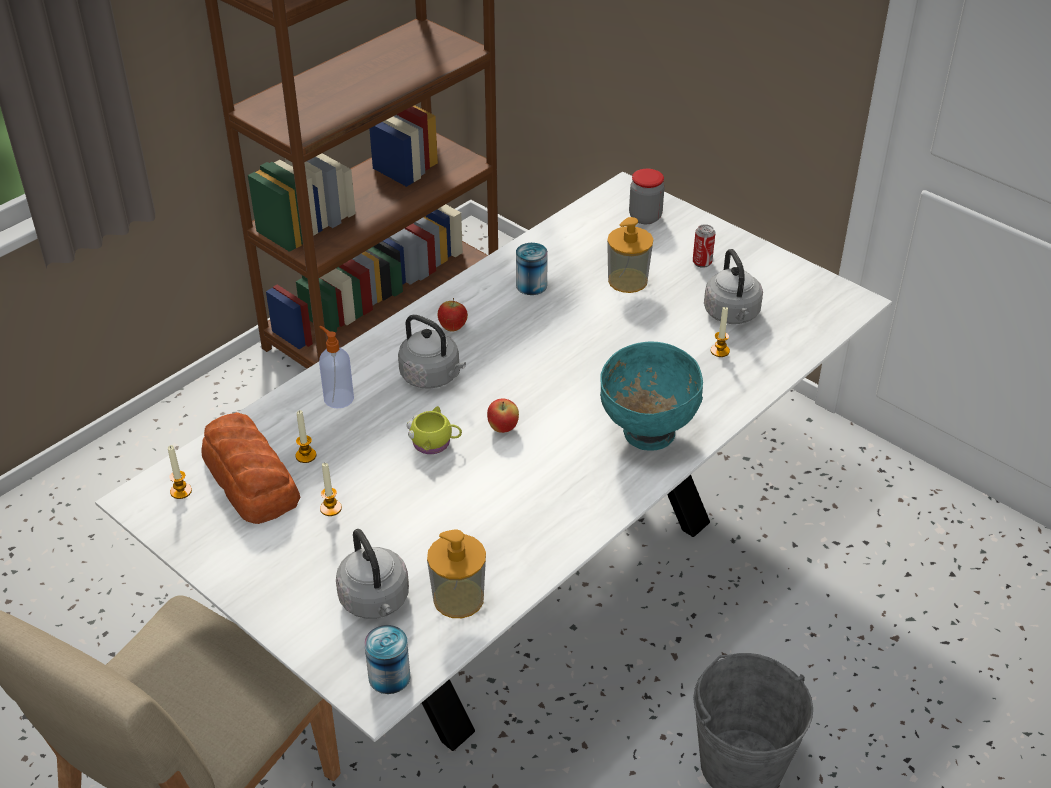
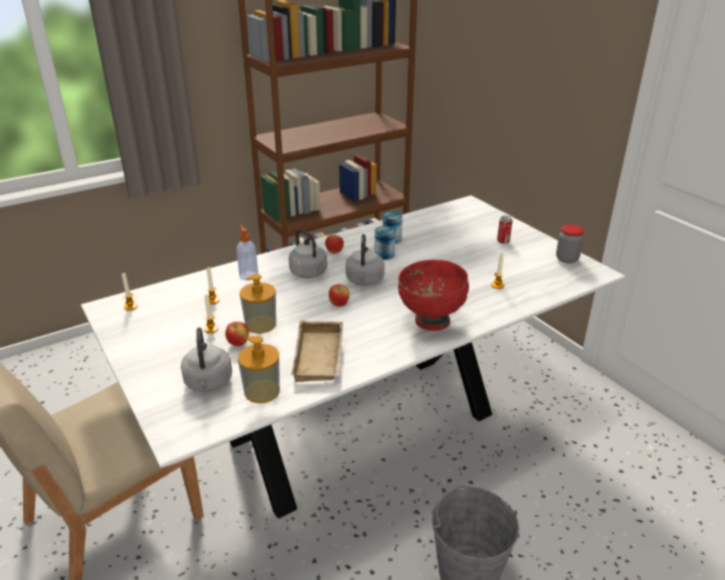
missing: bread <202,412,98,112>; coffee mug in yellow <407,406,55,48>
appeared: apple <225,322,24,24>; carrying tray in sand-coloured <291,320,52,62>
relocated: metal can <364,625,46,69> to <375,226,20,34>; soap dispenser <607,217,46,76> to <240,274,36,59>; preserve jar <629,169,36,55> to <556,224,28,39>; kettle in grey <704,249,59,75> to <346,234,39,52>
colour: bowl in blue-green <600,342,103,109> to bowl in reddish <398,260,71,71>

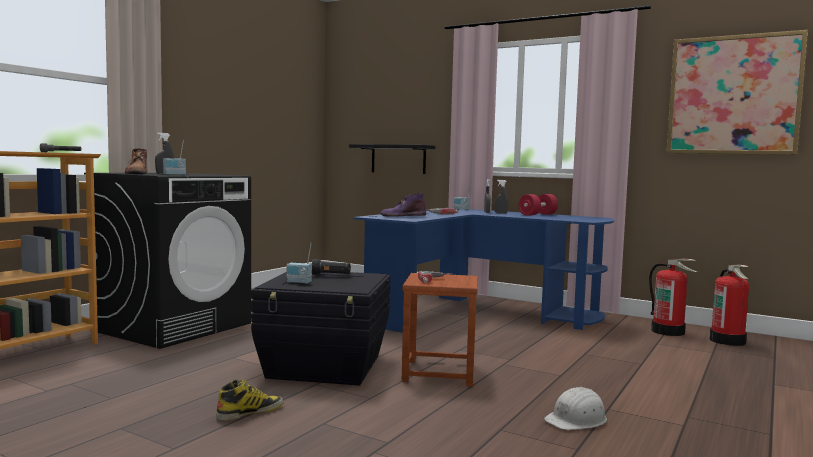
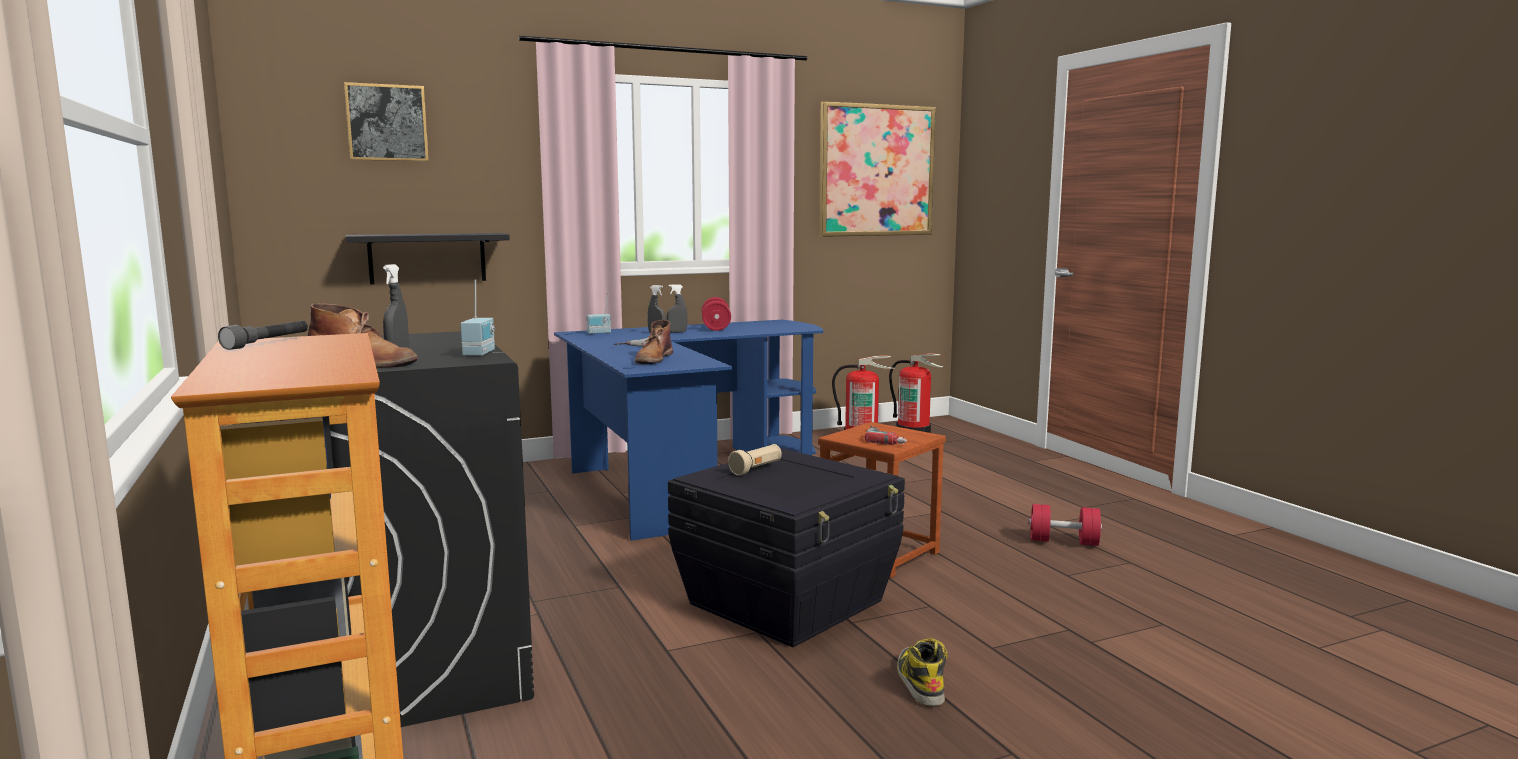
missing: radio receiver <287,243,25,41>
appeared: picture <344,82,85,79>
exchanged: safety helmet in whitish <544,386,63,44> to dumbbell in reddish <1029,504,73,42>
colour: torch in black <312,259,39,16> to torch in sand-coloured <728,444,54,31>; boot in purple <380,193,46,24> to boot in brown-coloured <635,320,38,44>

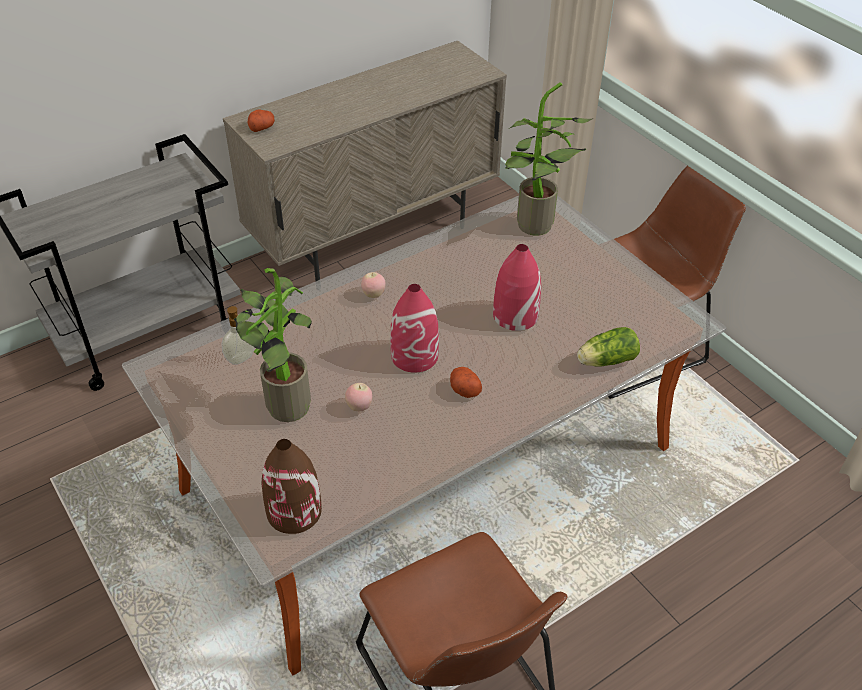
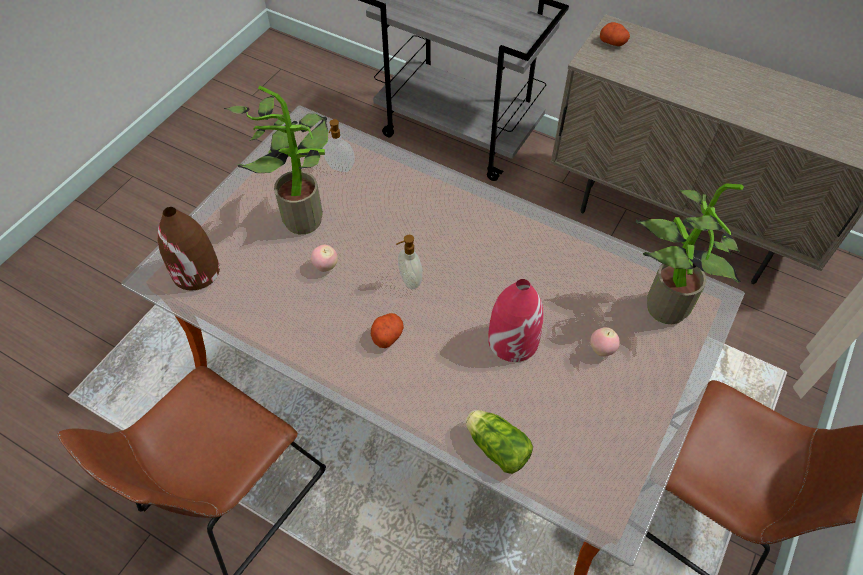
relocated: apple <361,272,25,26> to <590,327,30,29>
exchanged: flower vase in reddish <390,284,49,89> to soap dispenser <396,235,26,54>

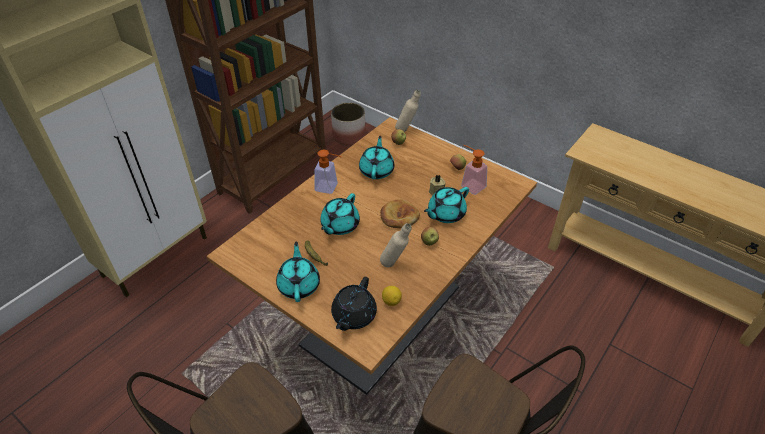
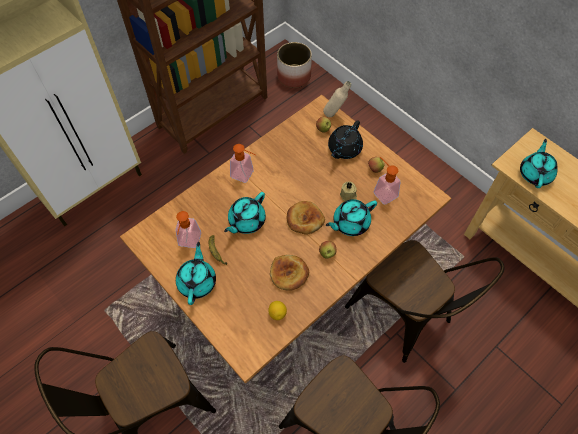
appeared: soap dispenser <175,211,26,37>; plain chair in brown-coloured <345,240,160,123>
relocated: pot for tea in black <331,277,46,54> to <328,120,35,39>; pot for tea in blue-green <359,136,35,43> to <520,139,38,49>
exchanged: bottle in sand-coloured <380,223,32,44> to bread <270,255,39,36>

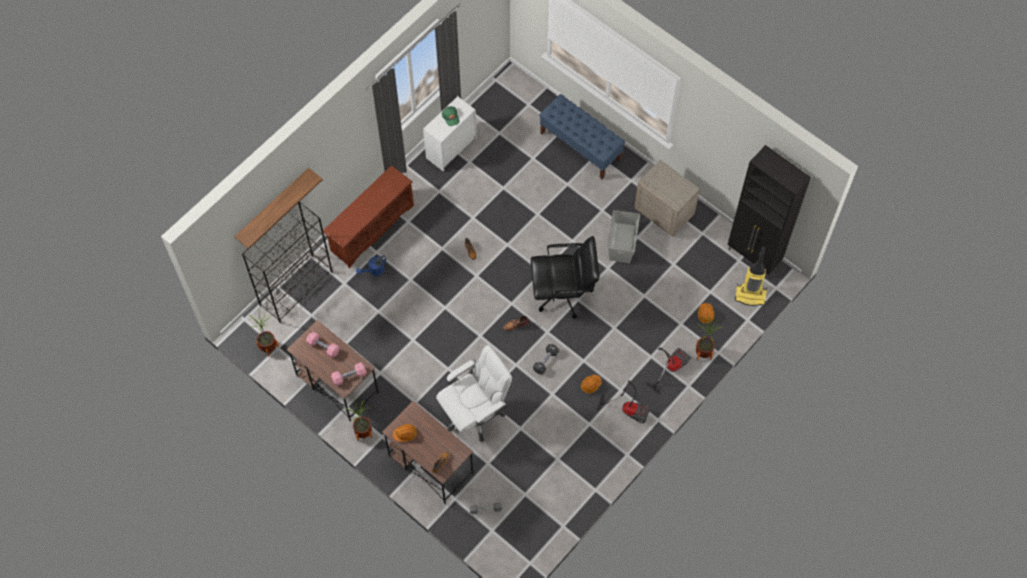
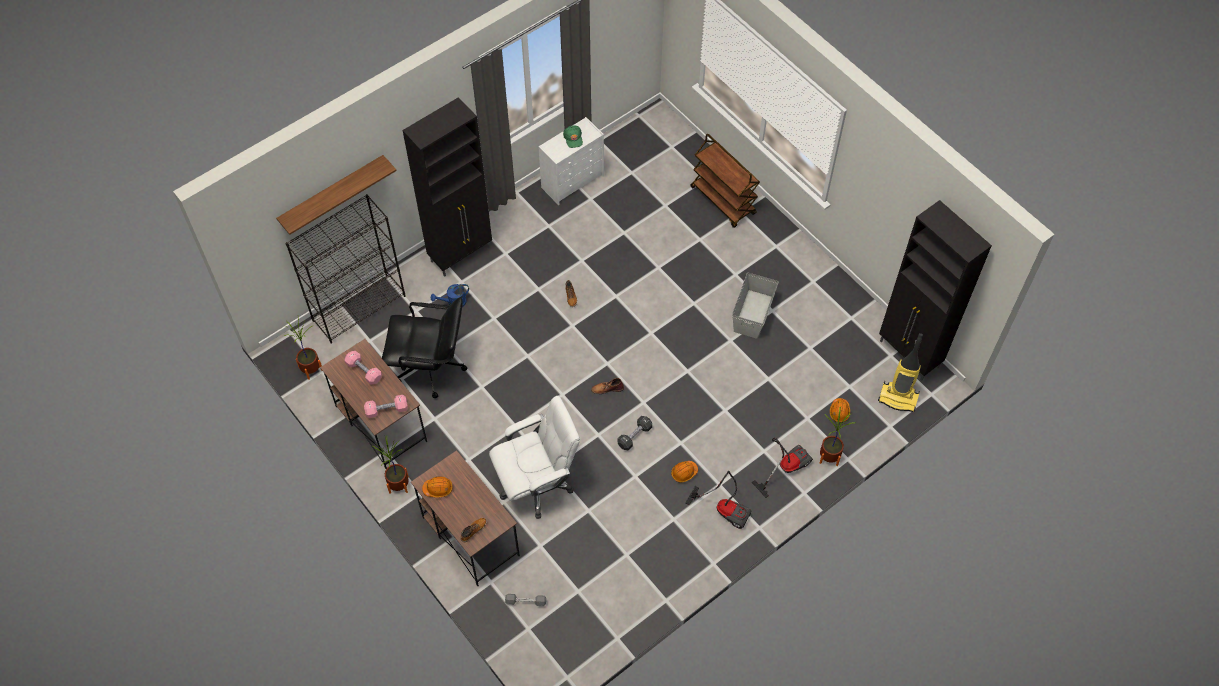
missing: bedside table in sand-coloured <634,160,66,77>
relocated: computer chair in black <531,236,68,83> to <382,297,85,101>
exchanged: shoe stand in brown-coloured <323,166,91,102> to cabinet in black <403,97,89,180>; long seat in bluish <539,94,86,85> to cart in brown-coloured <690,134,70,94>

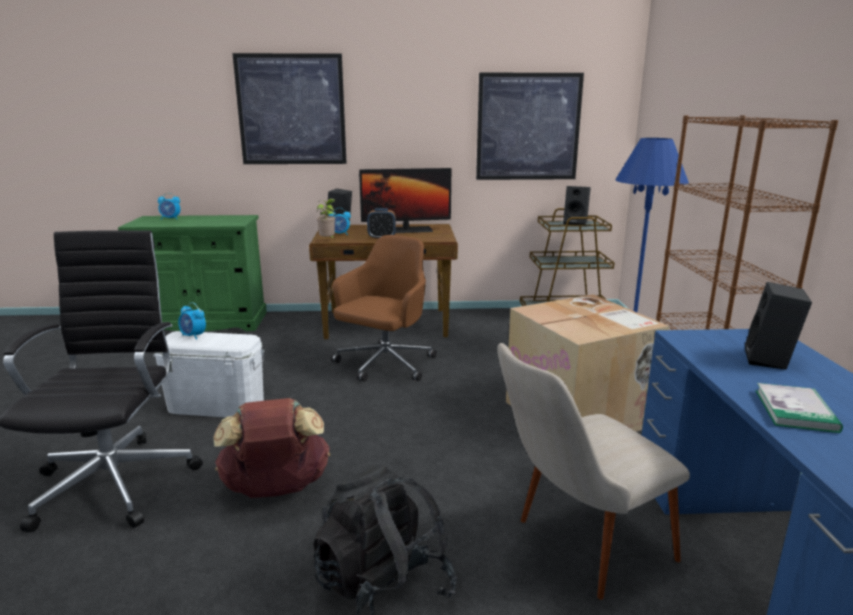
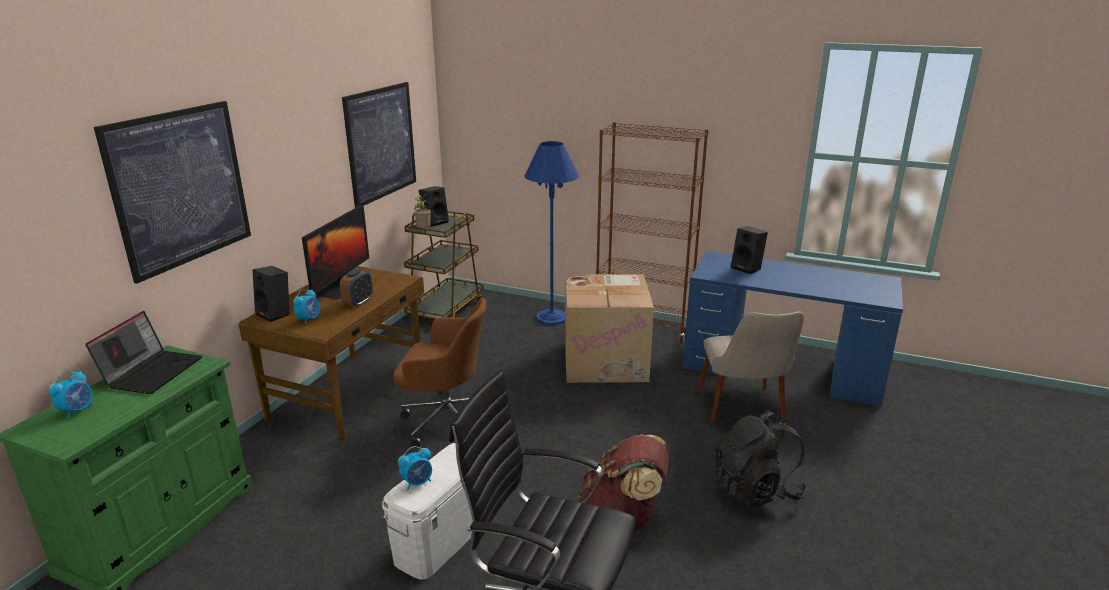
missing: bound book <756,383,87,50>
appeared: portable computer <85,311,117,83>
relocated: potted plant <317,199,19,39> to <414,194,17,34>
spun: computer chair in brown-coloured <331,235,106,147> = <393,298,94,150> 135 degrees clockwise

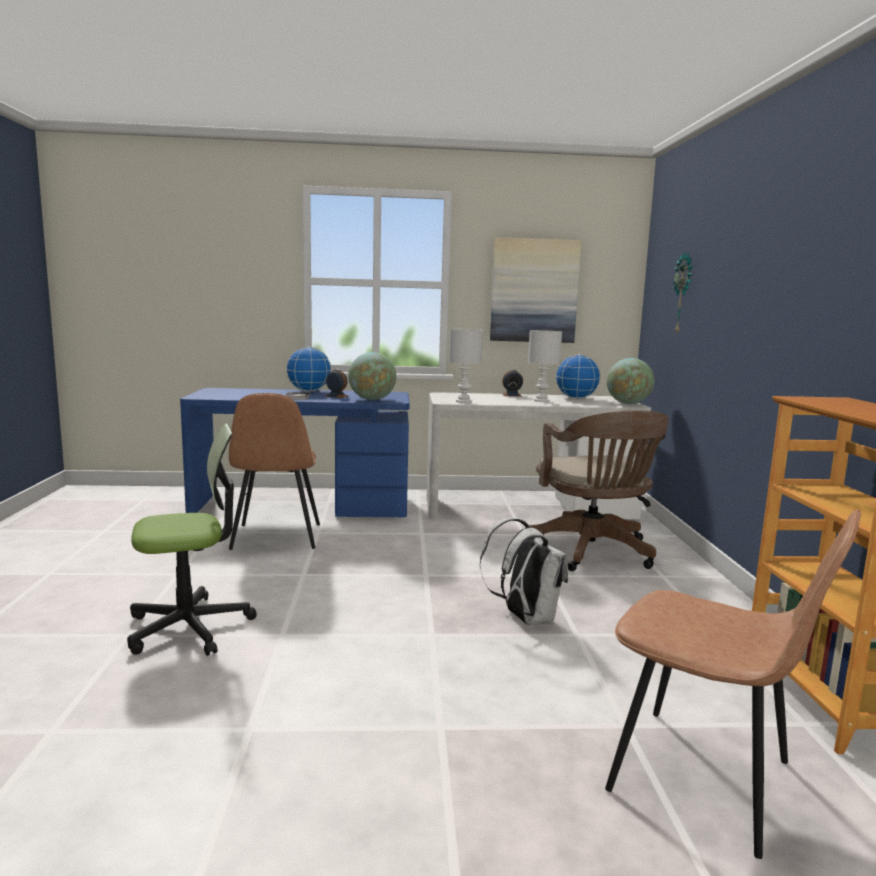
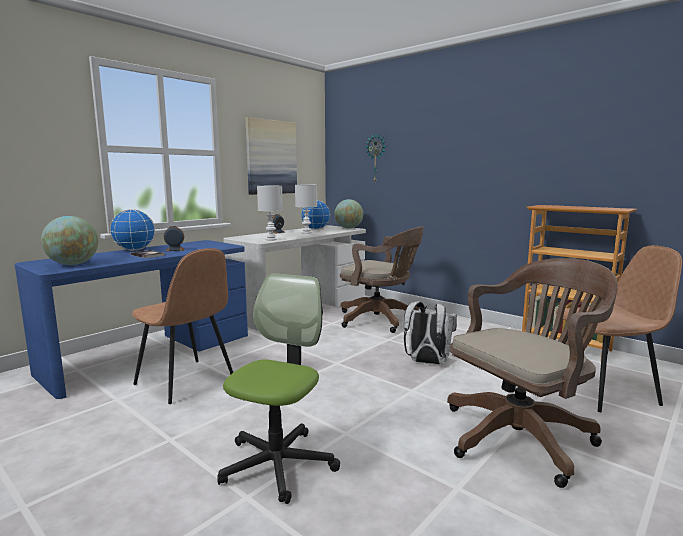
appeared: computer chair in brown-coloured <447,258,171,230>
relocated: world globe <348,352,48,48> to <41,216,57,49>

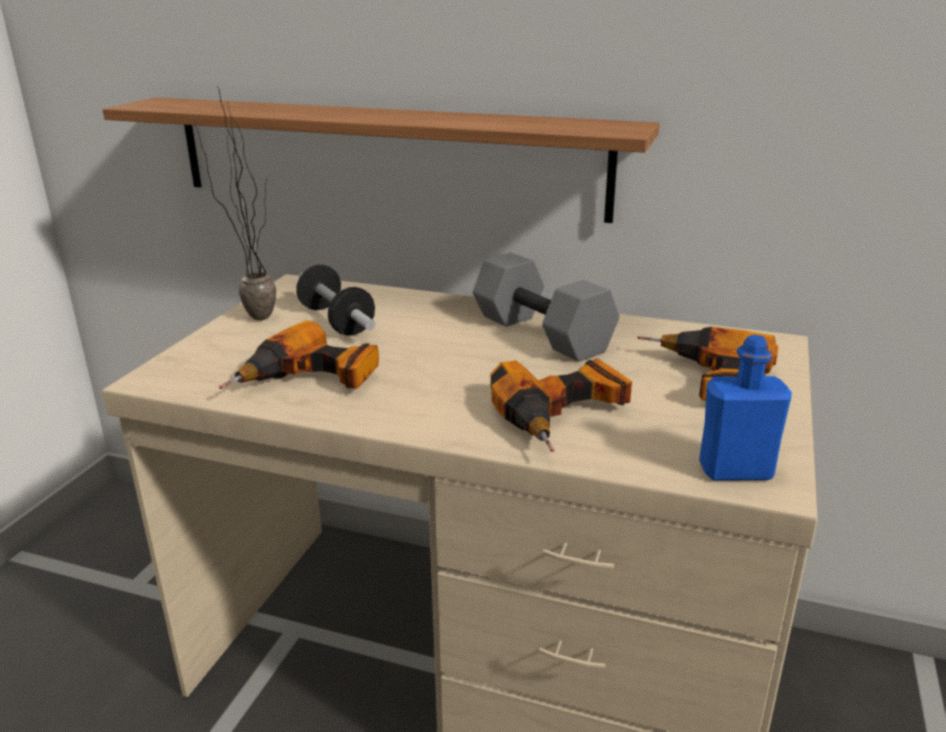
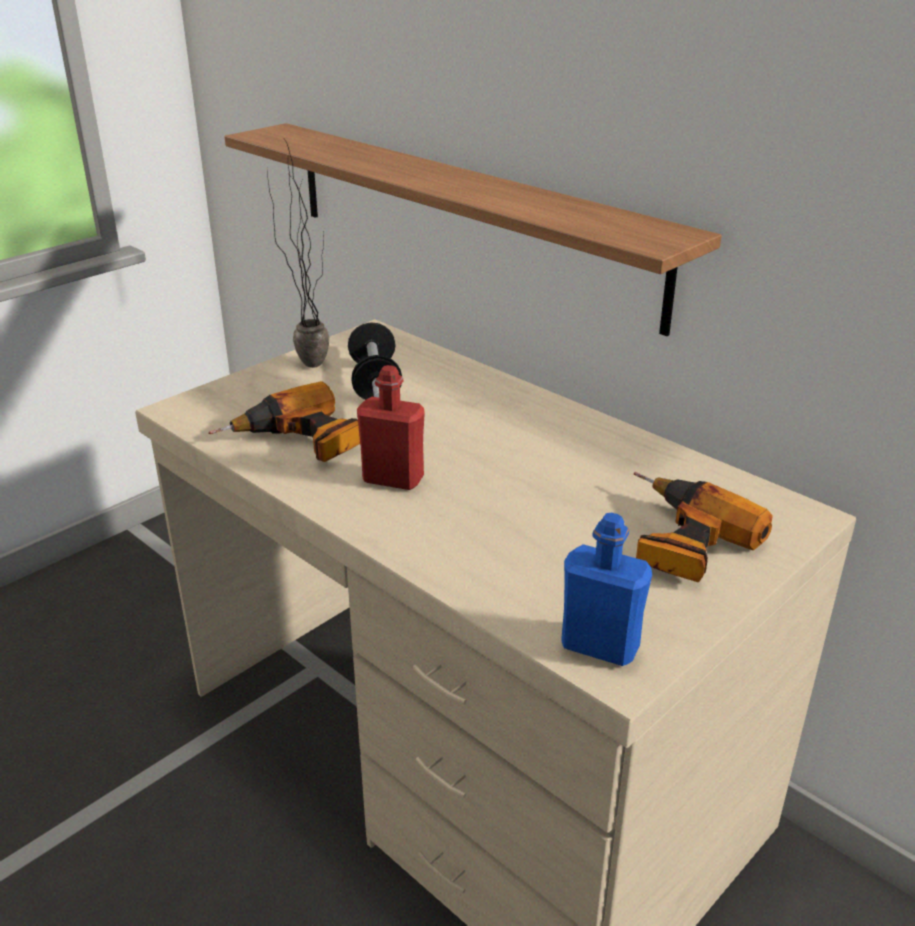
missing: dumbbell in grey <473,253,146,109>; drill <490,359,142,93>
appeared: bottle in reddish <357,365,68,125>

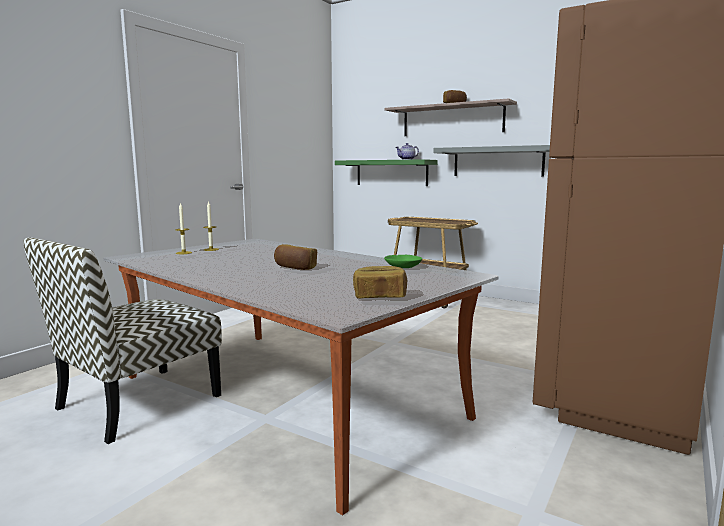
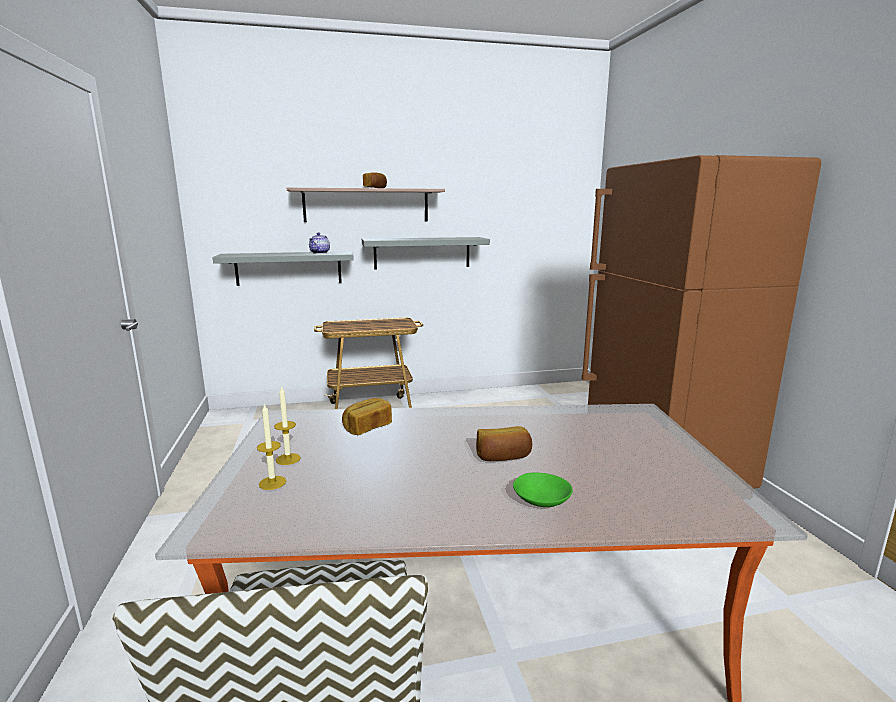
relocated: bread <353,266,54,32> to <342,398,50,37>; bowl in green <384,255,38,13> to <513,473,60,34>
colour: shelf in green <335,159,103,27> to shelf in grey <212,251,142,35>

